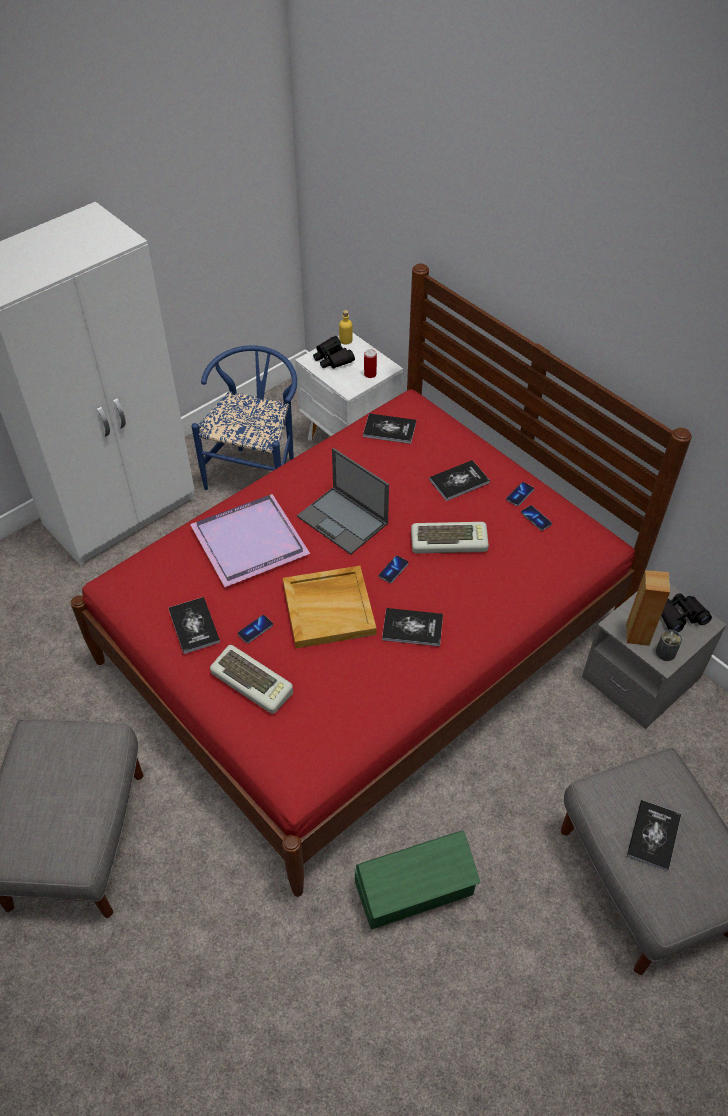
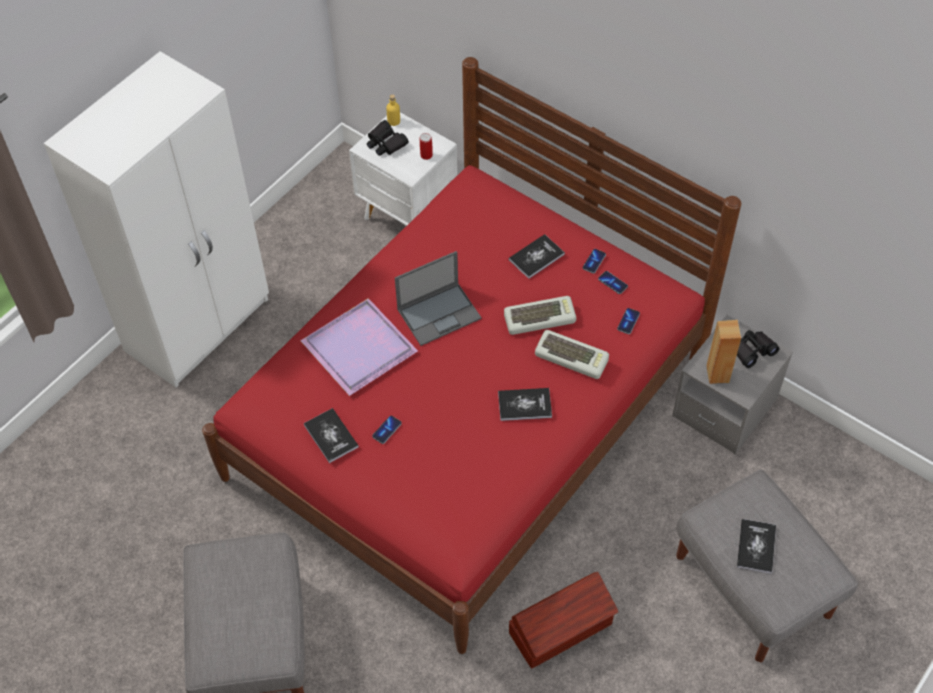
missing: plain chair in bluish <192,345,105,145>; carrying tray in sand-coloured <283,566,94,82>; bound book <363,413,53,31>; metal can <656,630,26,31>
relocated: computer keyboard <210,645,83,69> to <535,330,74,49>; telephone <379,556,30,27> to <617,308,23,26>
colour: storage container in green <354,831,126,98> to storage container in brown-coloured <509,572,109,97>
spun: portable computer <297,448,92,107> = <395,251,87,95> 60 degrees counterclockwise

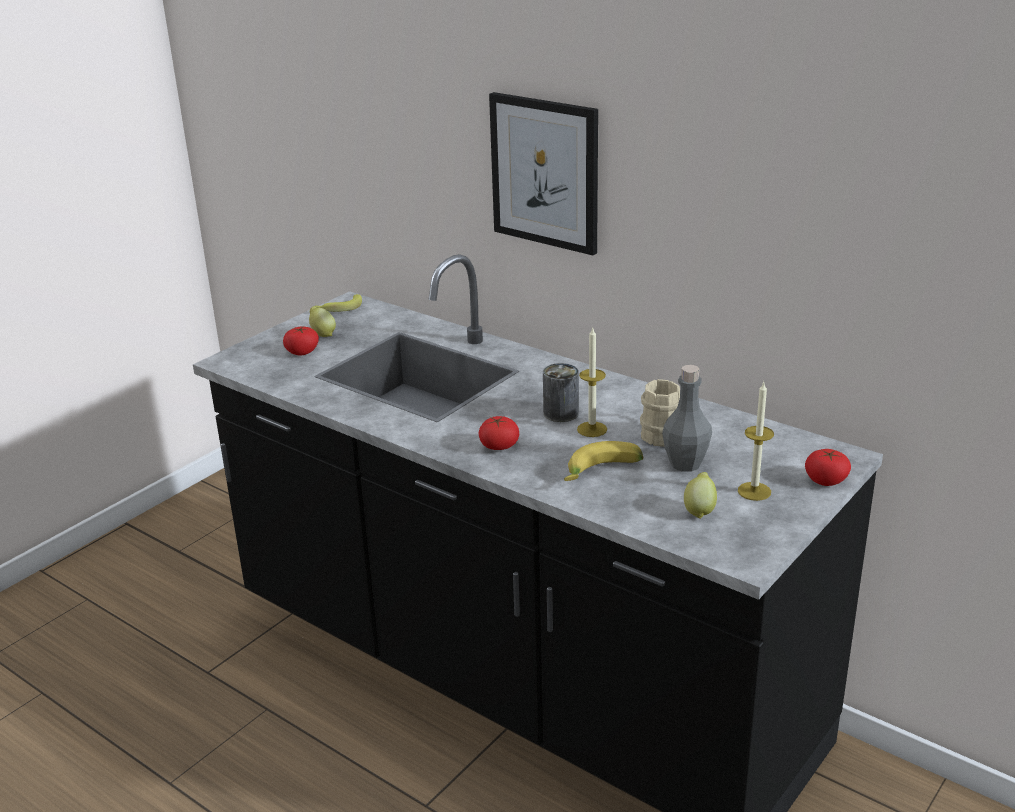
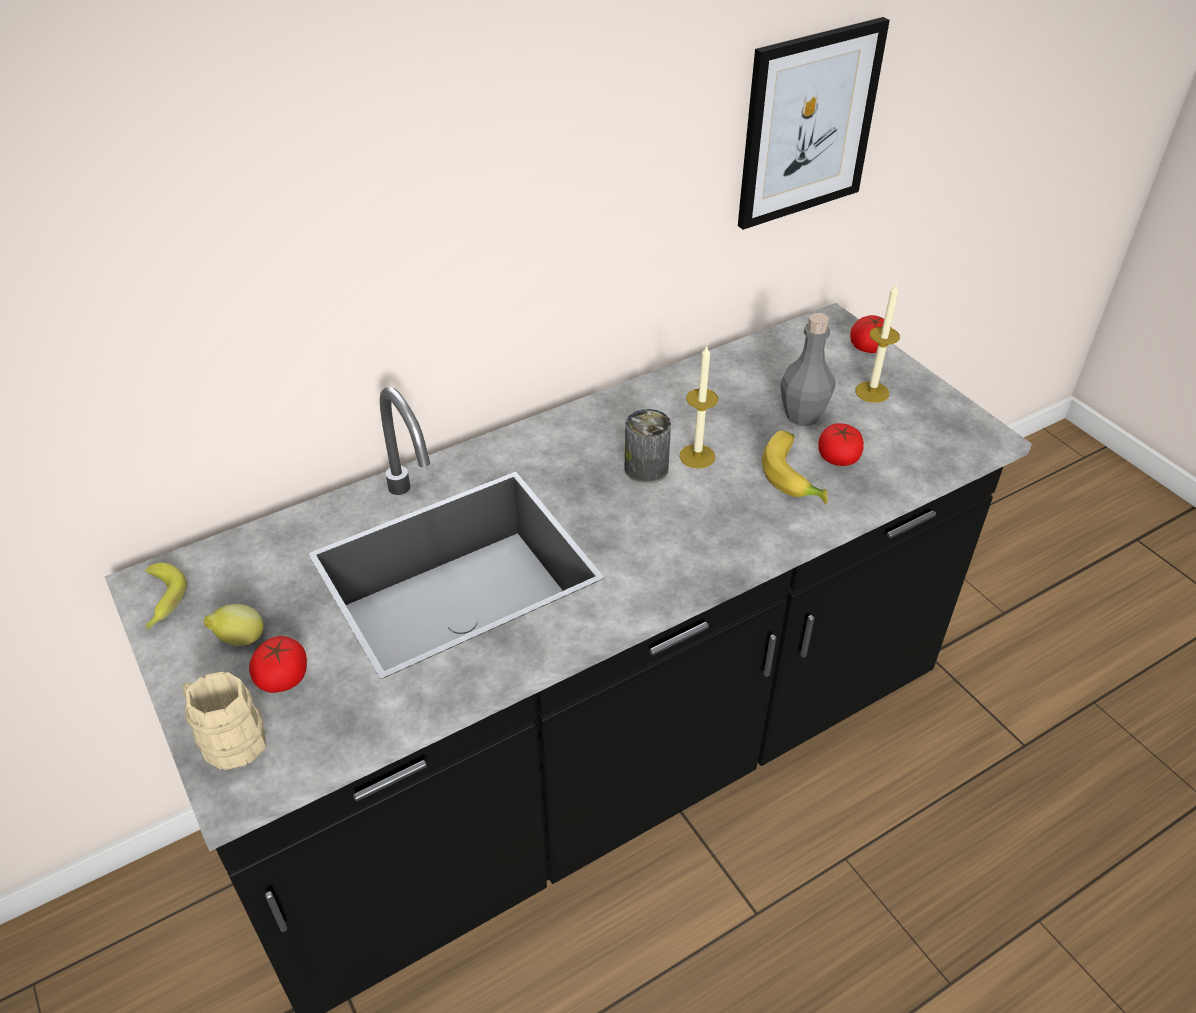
missing: whole lemon <684,472,33,47>
relocated: whole tomato <479,416,40,34> to <818,423,46,43>; picture <489,92,109,163> to <738,17,152,213>; coffee mug in sand-coloured <640,379,40,68> to <183,672,83,98>

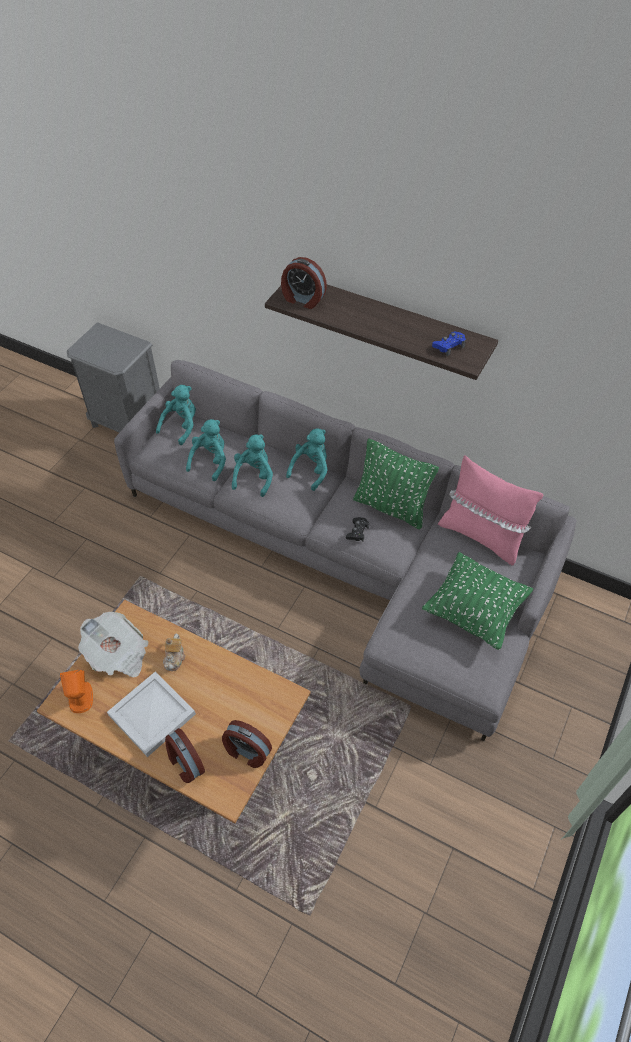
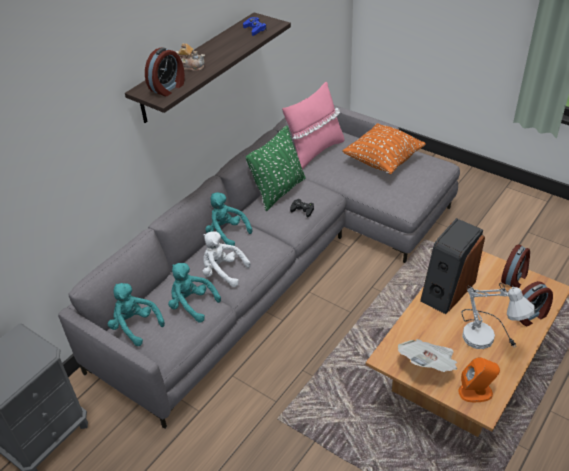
appeared: audio speaker <420,218,65,96>
relocated: pot for tea <163,634,23,37> to <175,43,30,28>
exchanged: carrying tray in whitish <107,672,89,85> to tabletop lamp in whitish <461,283,75,66>
colour: cuddly toy in blue-green <232,434,41,63> to cuddly toy in whitish <203,231,48,56>; cushion in green <422,552,111,98> to cushion in orange-coloured <342,123,84,51>

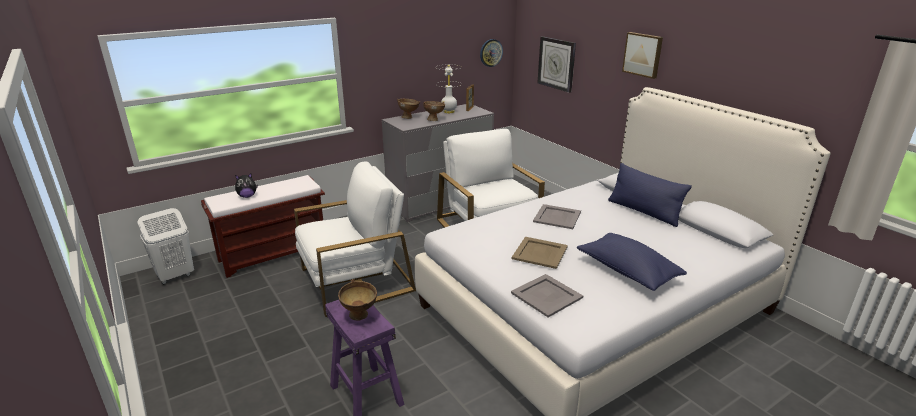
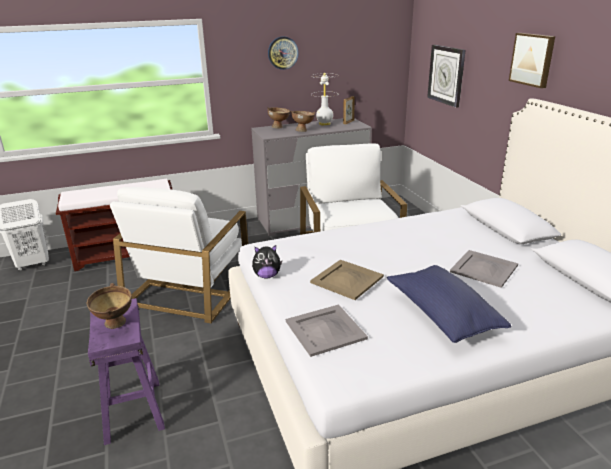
missing: cushion in bluish <608,163,84,64>
relocated: cuddly toy <235,173,23,25> to <252,245,30,34>; hanging clock <480,39,23,28> to <268,36,31,34>; carrying tray in grey <533,204,48,25> to <450,250,68,38>
spun: lounge chair in whitish <294,162,122,155> = <110,187,138,136> 120 degrees clockwise

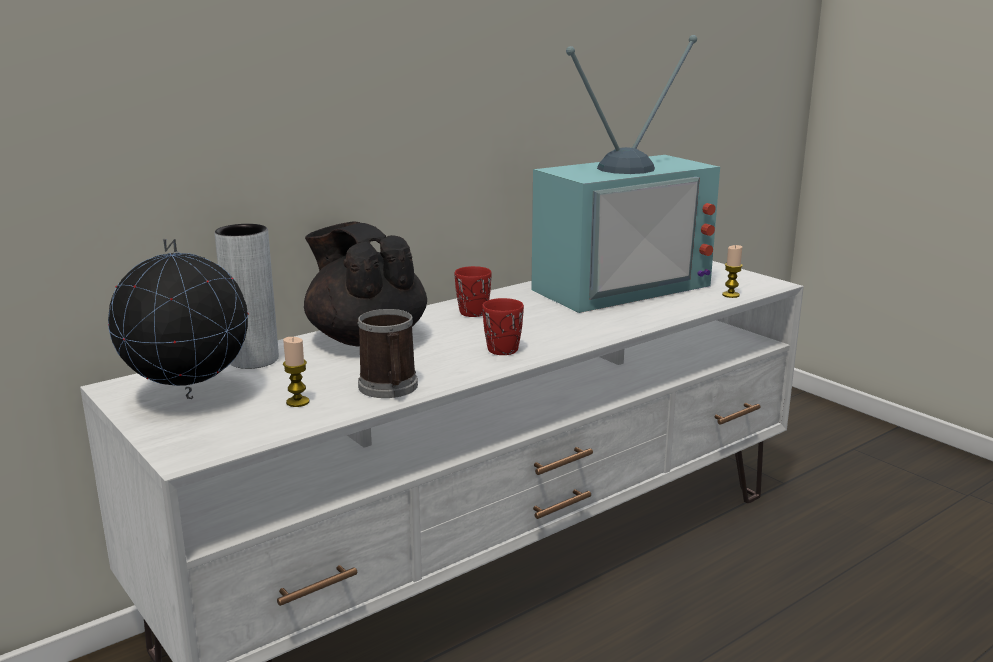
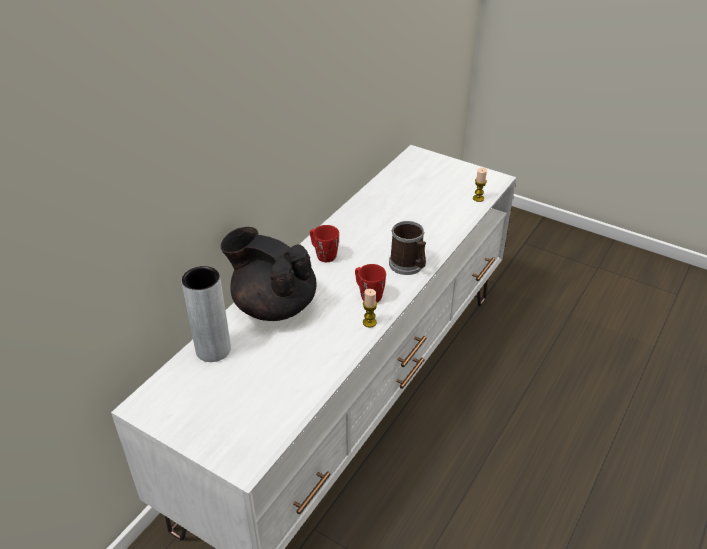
missing: world globe <108,239,141,160>; TV <531,35,189,278>
relocated: candle <283,337,26,70> to <363,289,14,39>; coffee mug <357,309,61,89> to <389,221,37,54>

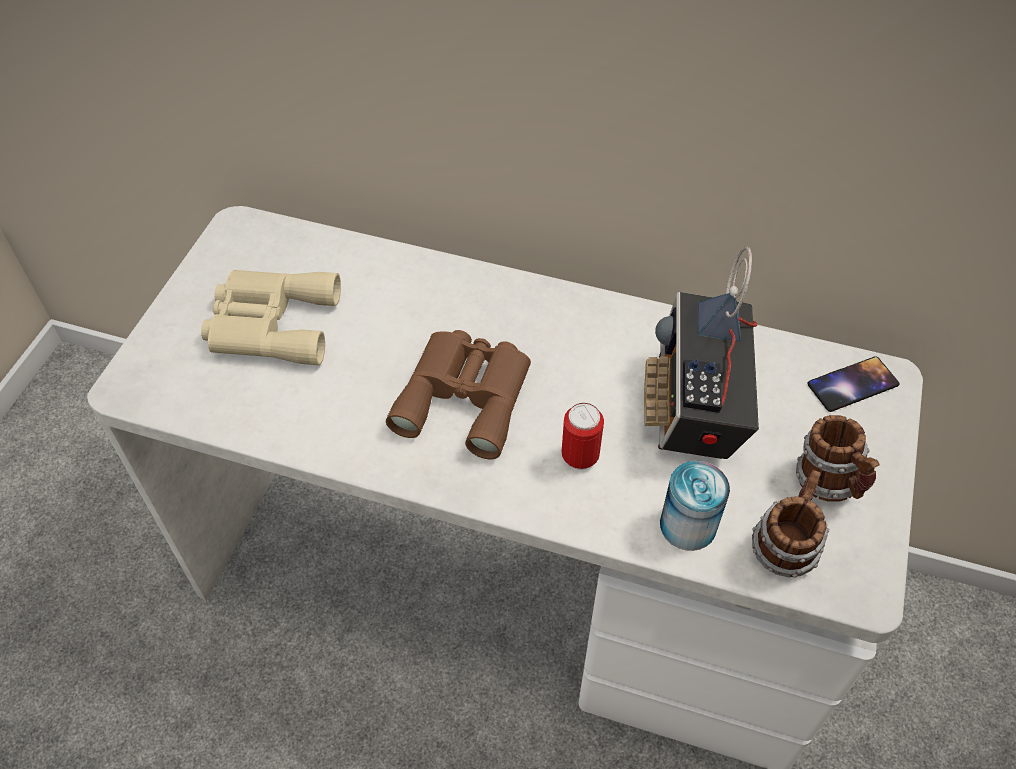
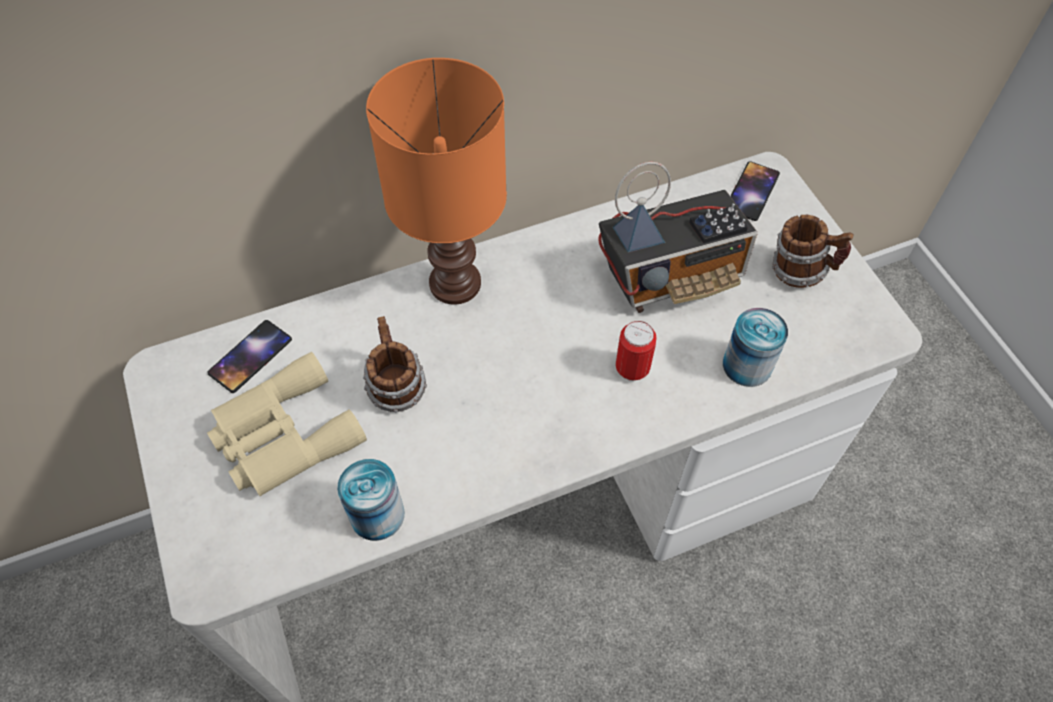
missing: pair of binoculars in brown-coloured <386,330,145,129>
appeared: telephone <207,320,85,73>; metal can <337,459,68,82>; tabletop lamp in orange-coloured <366,58,141,247>
relocated: coffee mug <752,470,77,108> to <363,316,64,96>
spun: radio receiver <644,246,115,213> = <598,161,160,152> 75 degrees counterclockwise

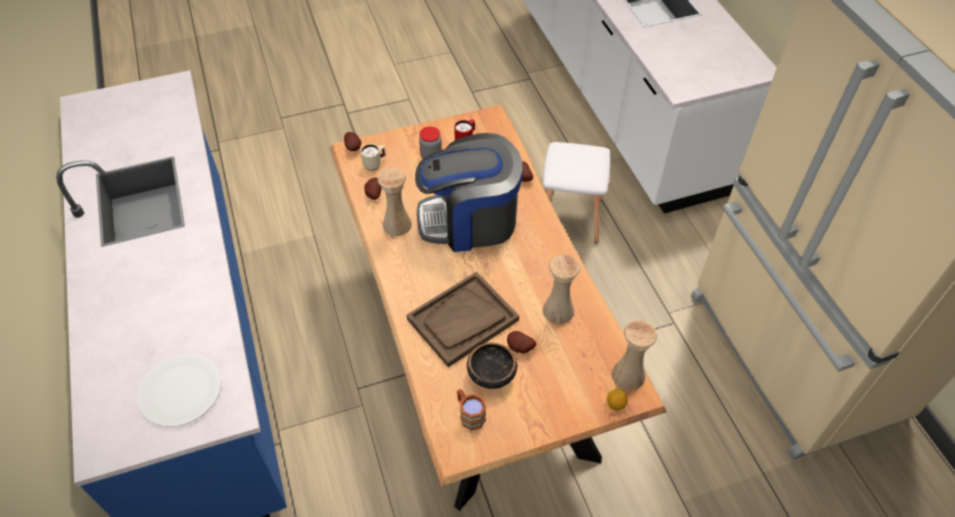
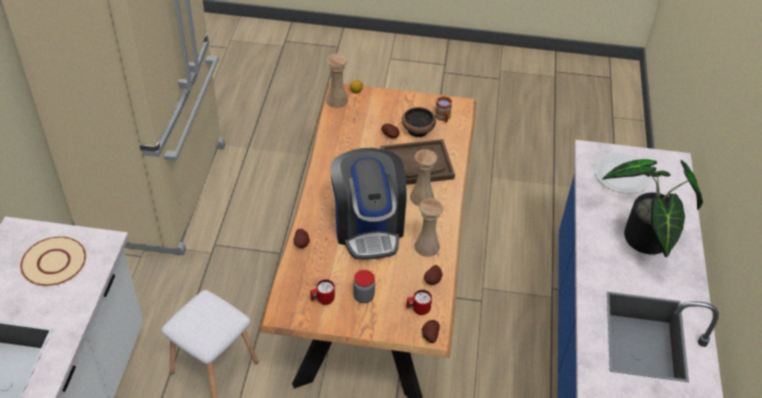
appeared: dinner plate in sand-coloured <20,236,66,50>; potted plant <602,159,101,98>
relocated: flower vase in sand-coloured <543,254,37,70> to <410,149,27,57>
colour: coffee mug in sand-coloured <361,144,25,27> to coffee mug in reddish <406,290,26,25>
spun: coffee machine <415,133,108,119> = <330,148,77,112> 60 degrees clockwise

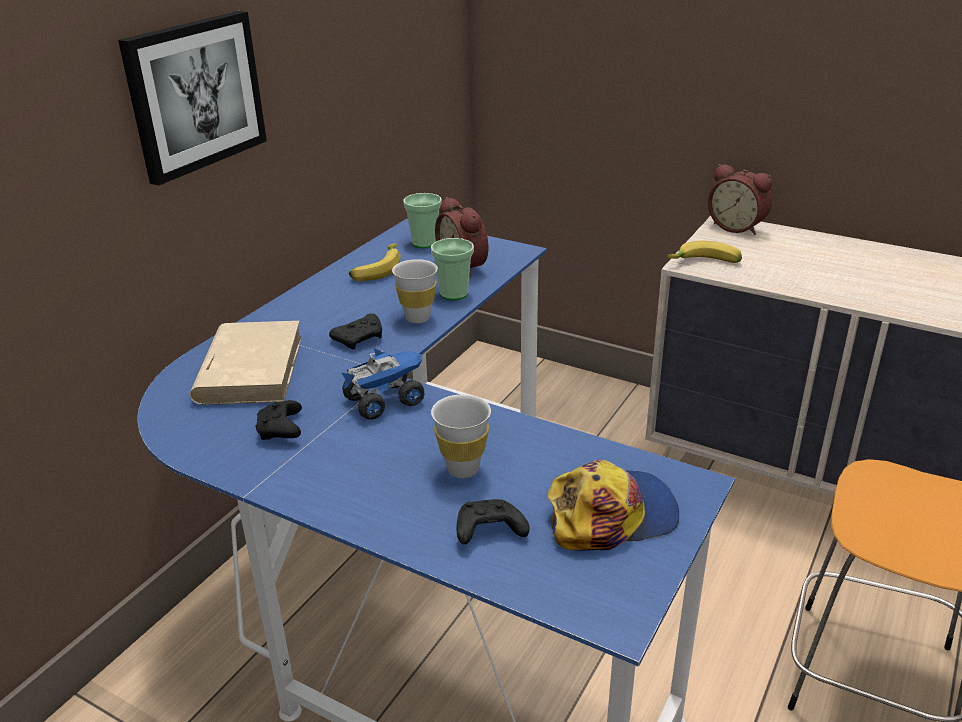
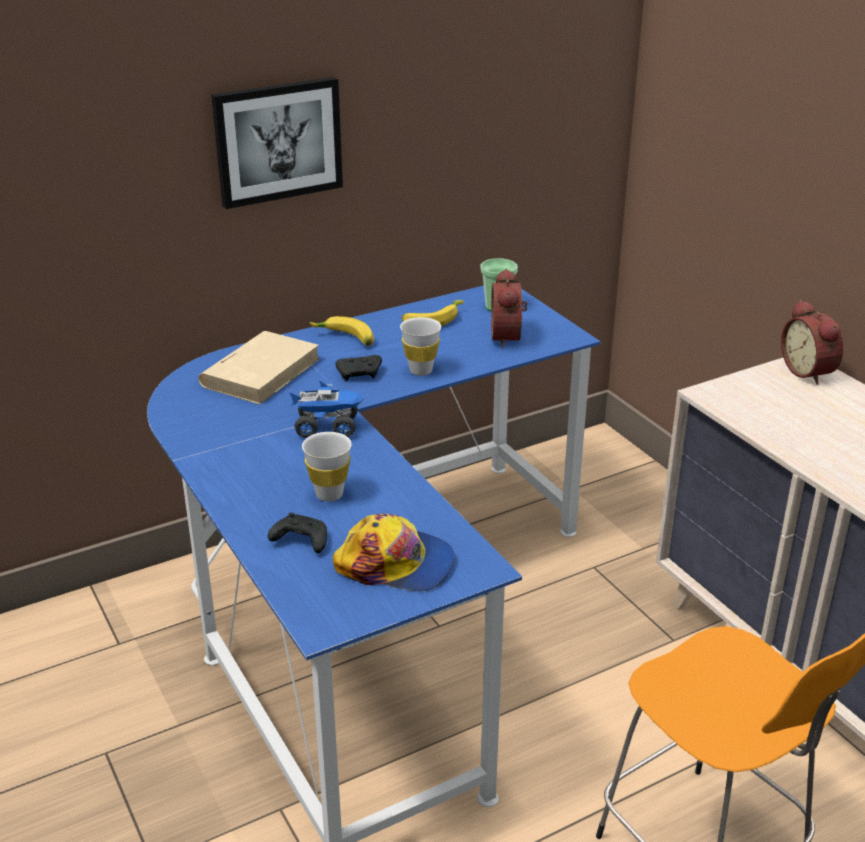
missing: game controller in black <256,400,46,40>; cup <431,238,43,62>
relocated: whole banana <667,241,75,22> to <310,316,64,30>

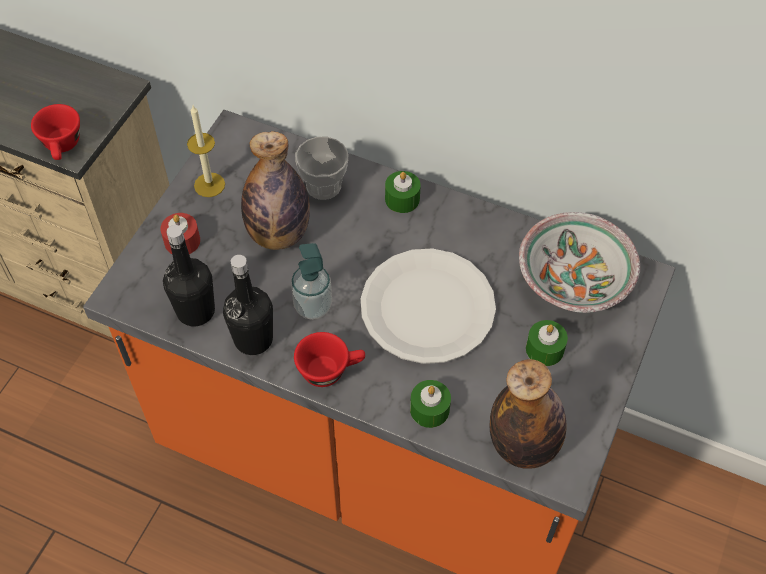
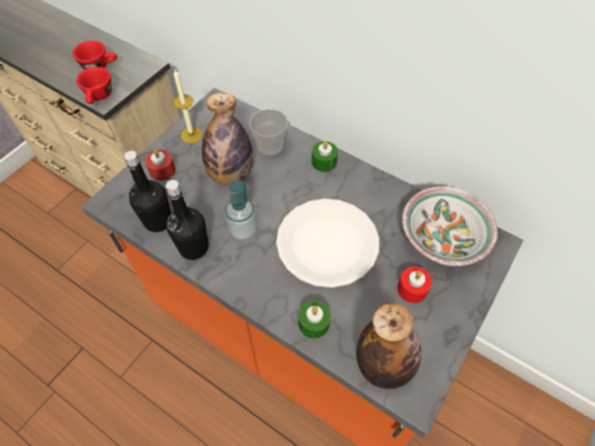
relocated: cup in reddish <294,332,71,55> to <73,41,44,29>
colour: candle in green <526,320,42,46> to candle in reddish <397,267,35,36>

